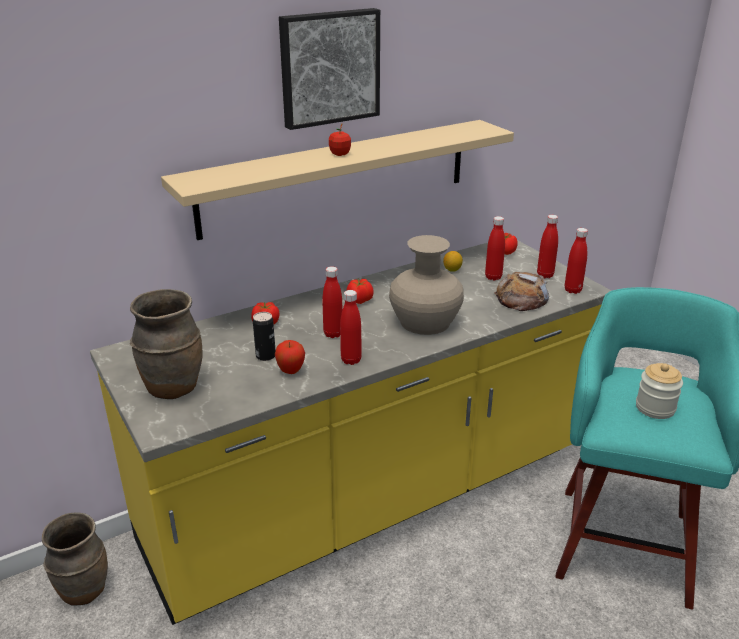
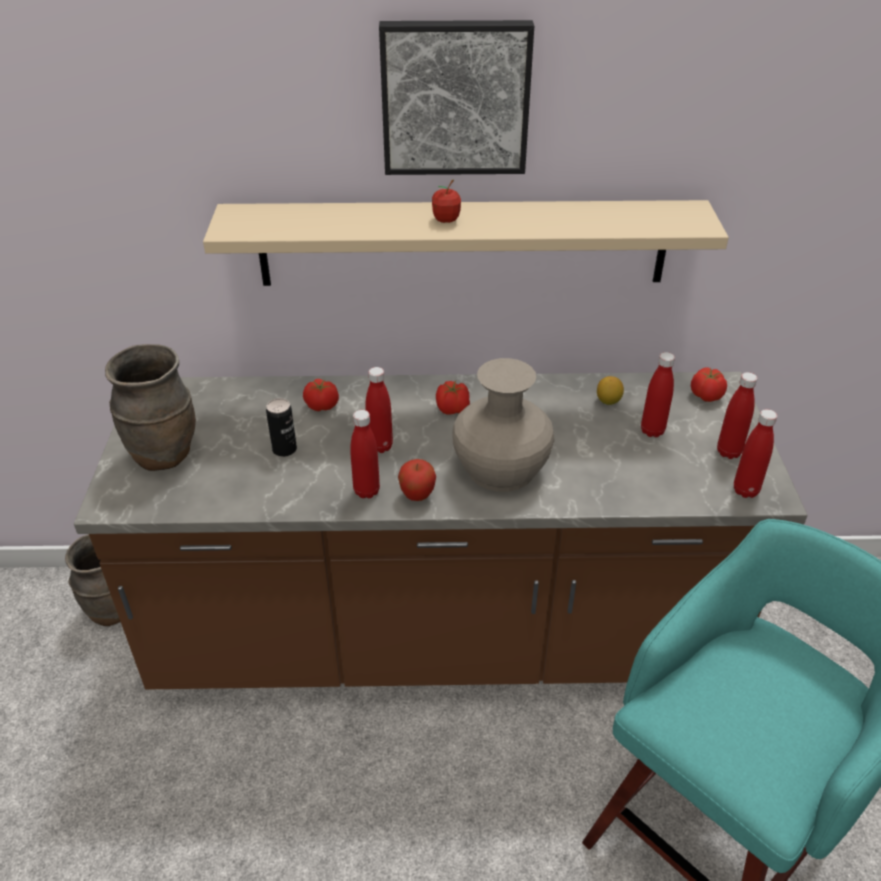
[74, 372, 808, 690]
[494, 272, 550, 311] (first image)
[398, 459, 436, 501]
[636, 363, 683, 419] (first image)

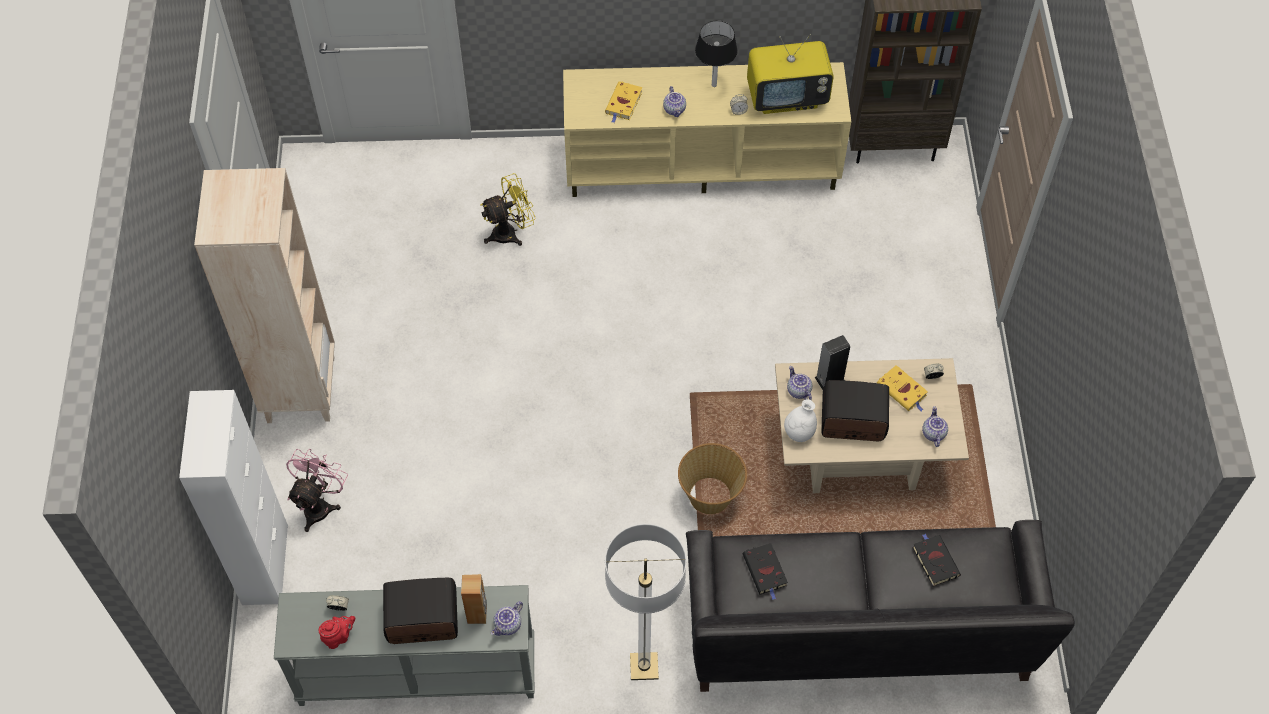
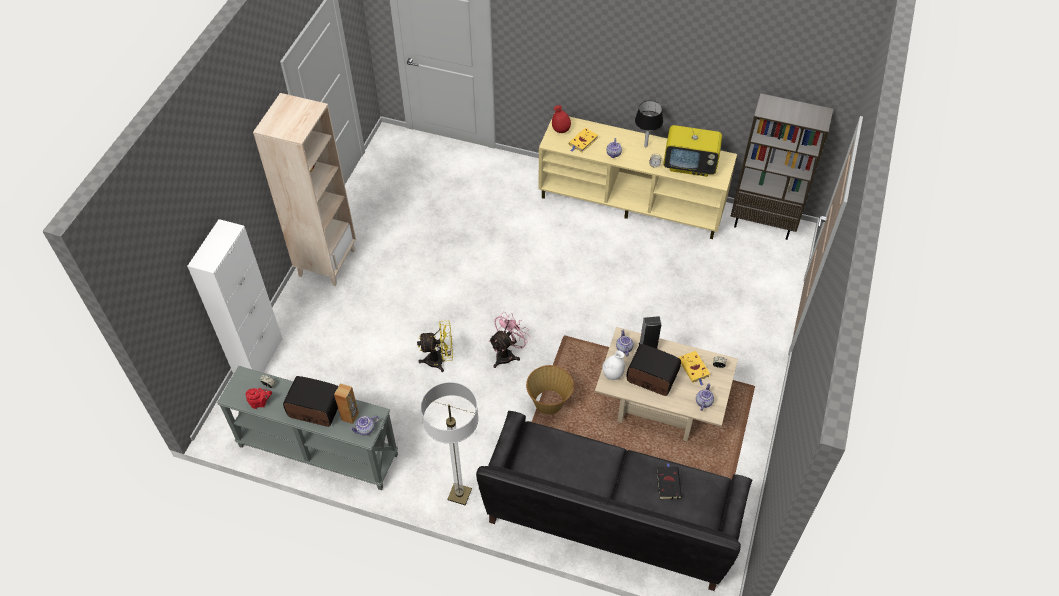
[417, 321, 453, 372]
[489, 312, 531, 368]
[743, 543, 788, 600] (first image)
[552, 105, 571, 133]

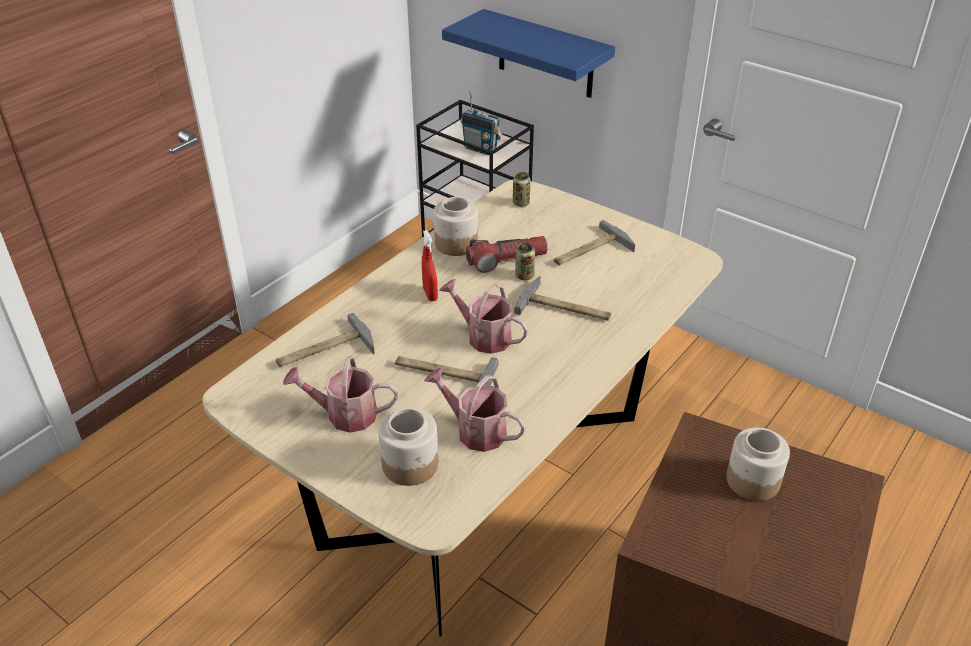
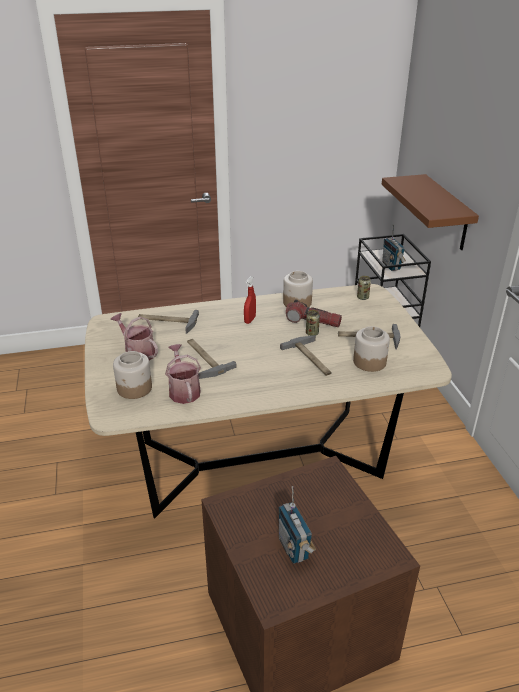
[382, 174, 479, 250]
[439, 279, 528, 354] (first image)
[353, 326, 390, 372]
[279, 486, 316, 564]

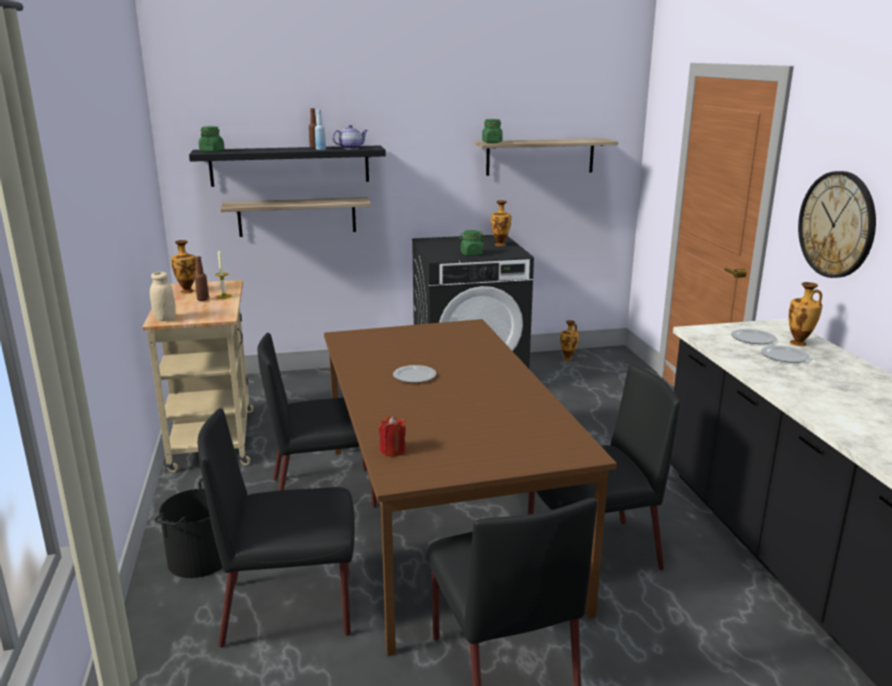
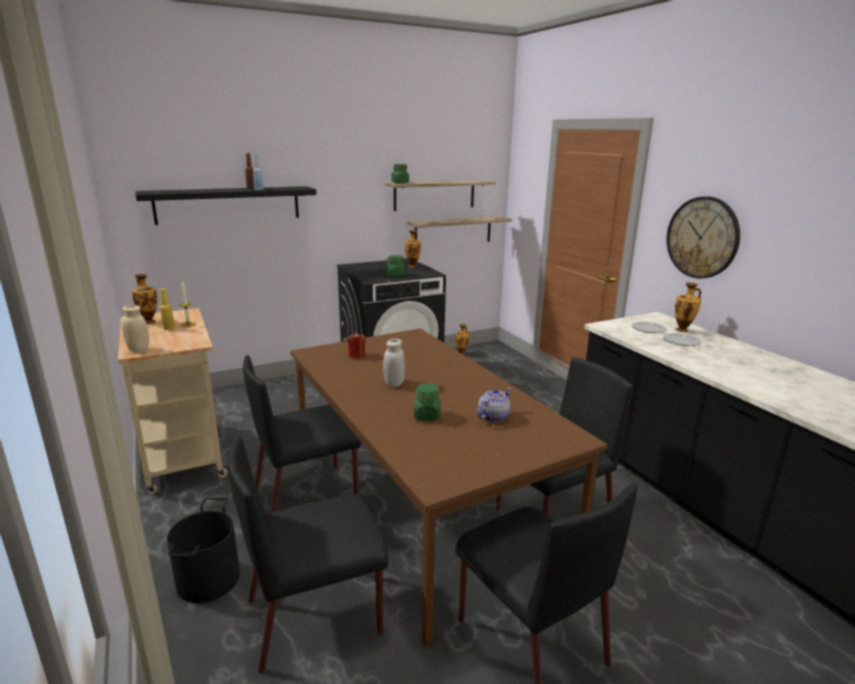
[477, 388, 511, 422]
[414, 383, 441, 421]
[406, 216, 512, 242]
[160, 288, 175, 330]
[383, 339, 405, 387]
[348, 333, 366, 359]

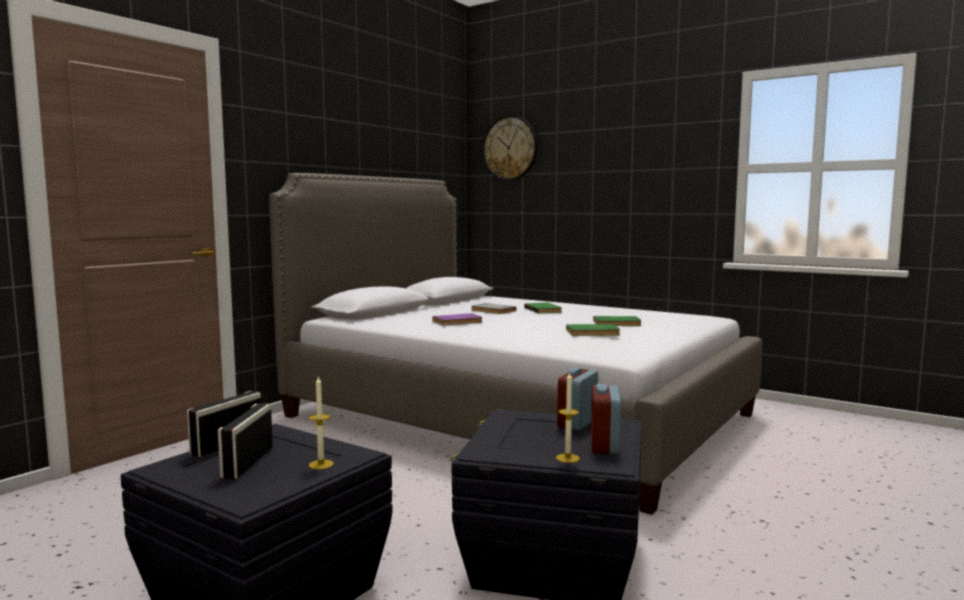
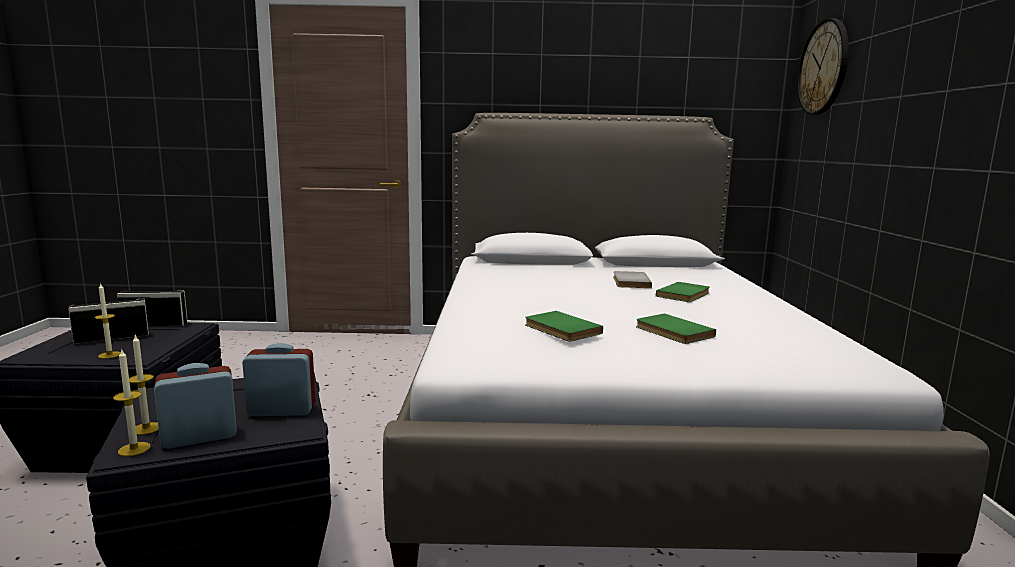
[432, 313, 482, 325] (first image)
[113, 348, 150, 456]

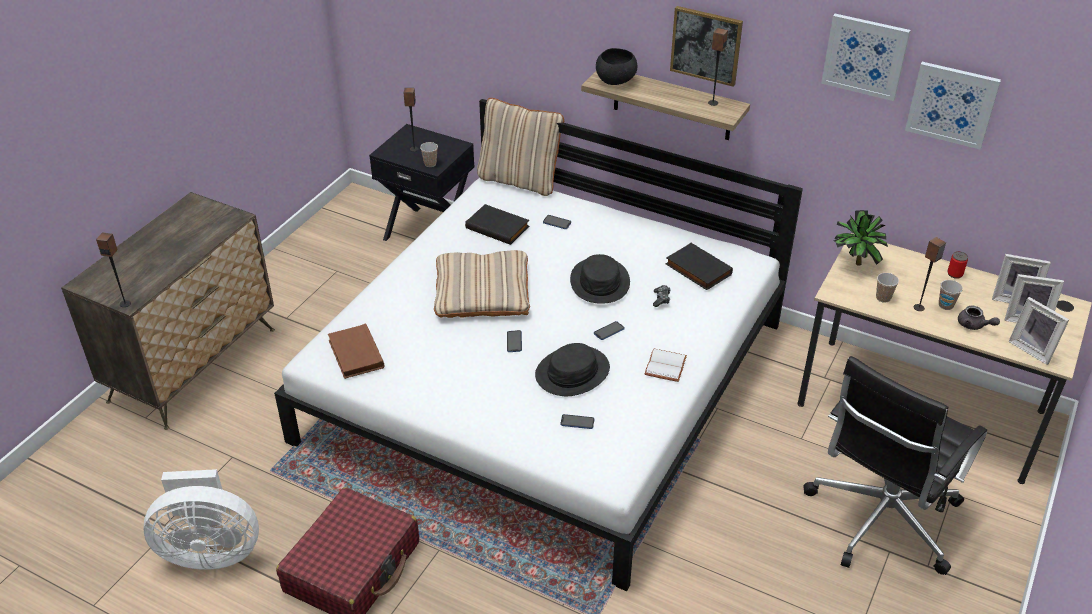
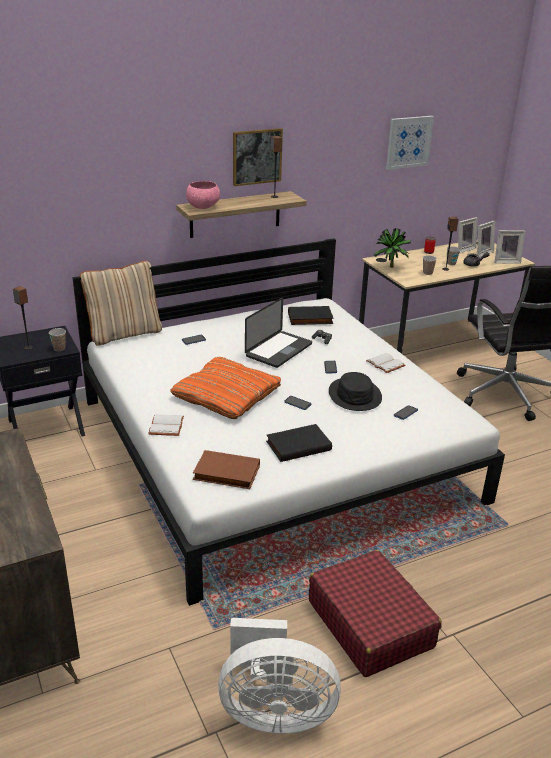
[821, 14, 911, 101] (first image)
[186, 181, 220, 209]
[266, 424, 332, 462]
[96, 232, 131, 307] (first image)
[170, 357, 281, 419]
[245, 297, 312, 368]
[218, 618, 341, 734]
[148, 414, 184, 436]

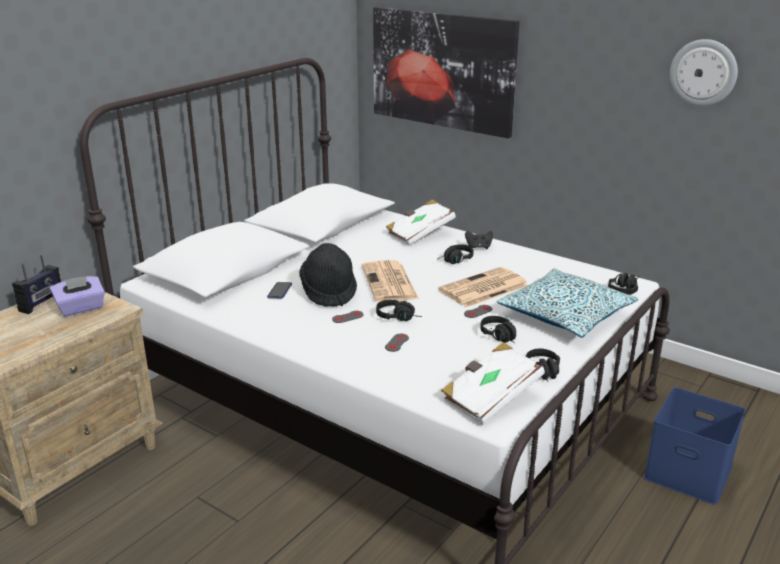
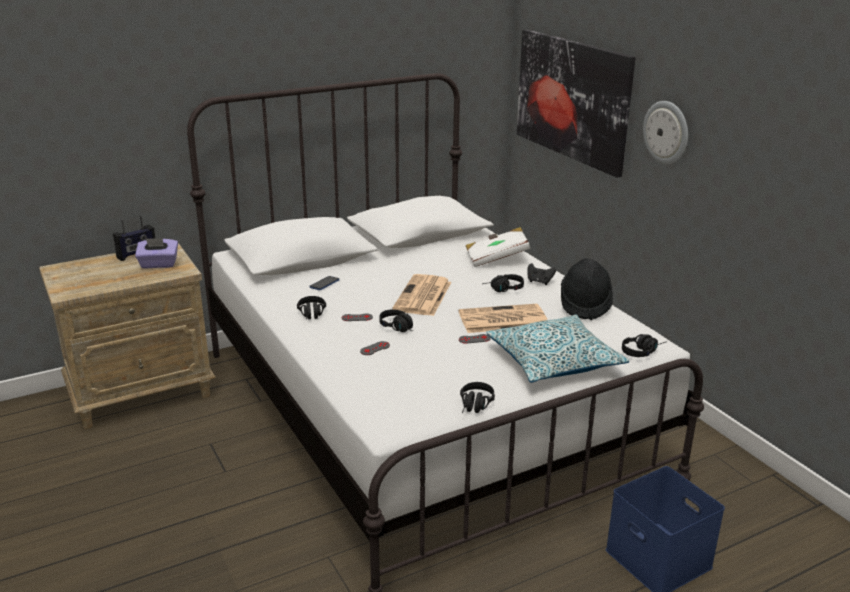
[643, 101, 688, 164]
[561, 258, 613, 320]
[297, 296, 326, 320]
[441, 342, 545, 425] (first image)

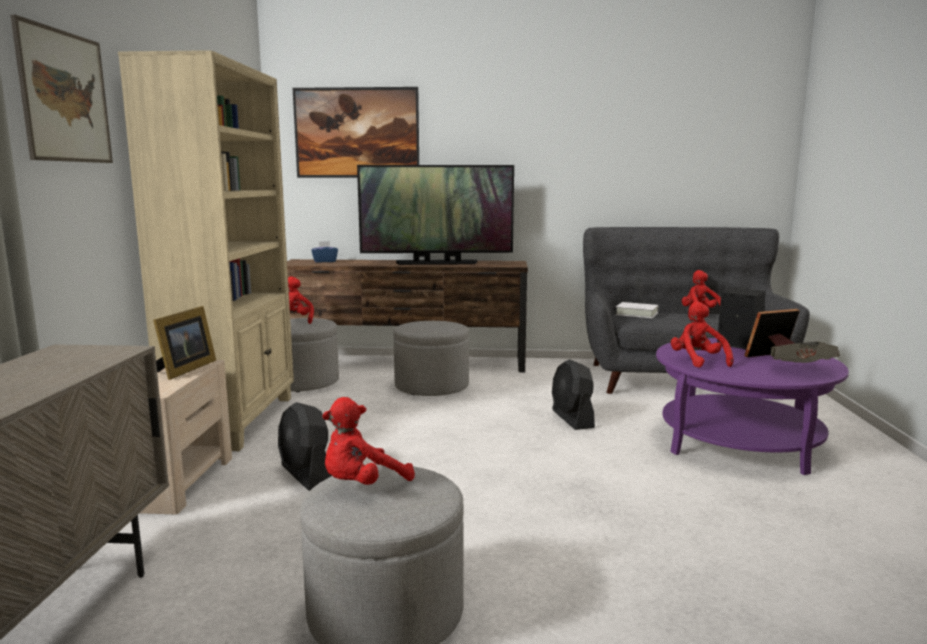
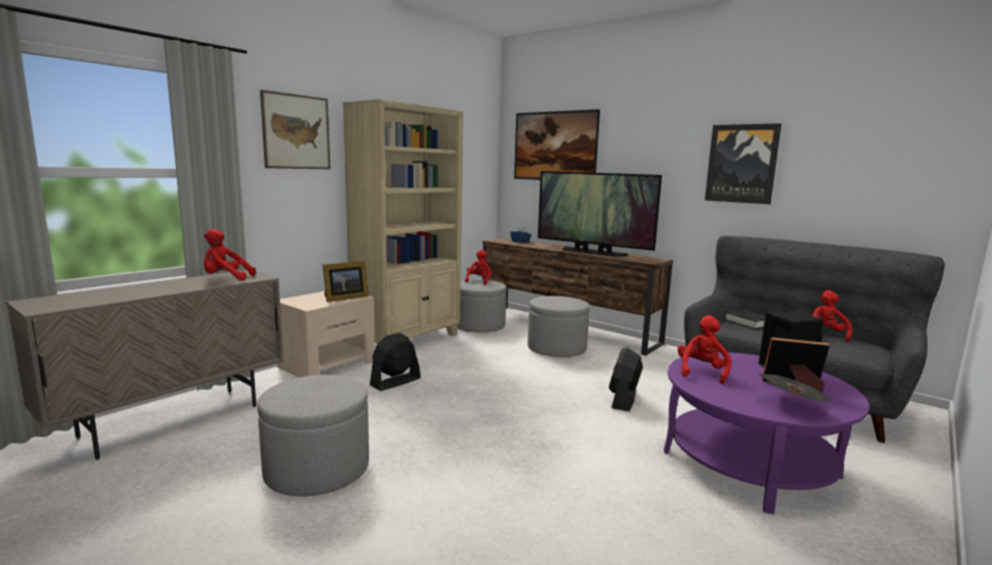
[725, 309, 765, 329]
[204, 229, 256, 281]
[370, 333, 421, 391]
[705, 123, 782, 204]

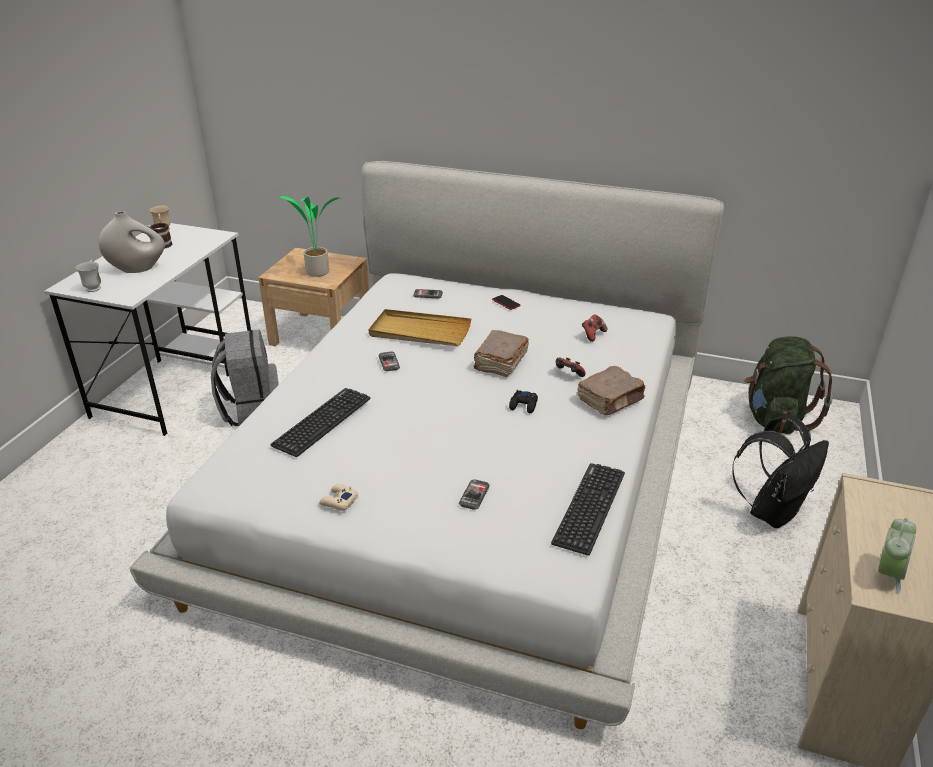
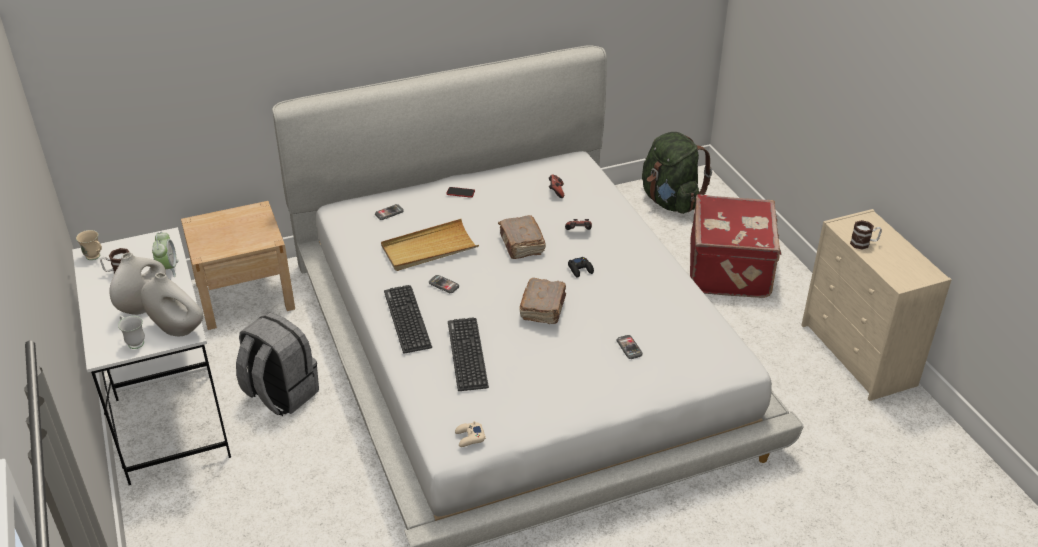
[279, 196, 340, 277] (first image)
[519, 278, 566, 324]
[690, 194, 782, 298]
[384, 285, 432, 354]
[455, 421, 486, 447]
[152, 232, 178, 277]
[850, 220, 882, 250]
[141, 273, 203, 336]

